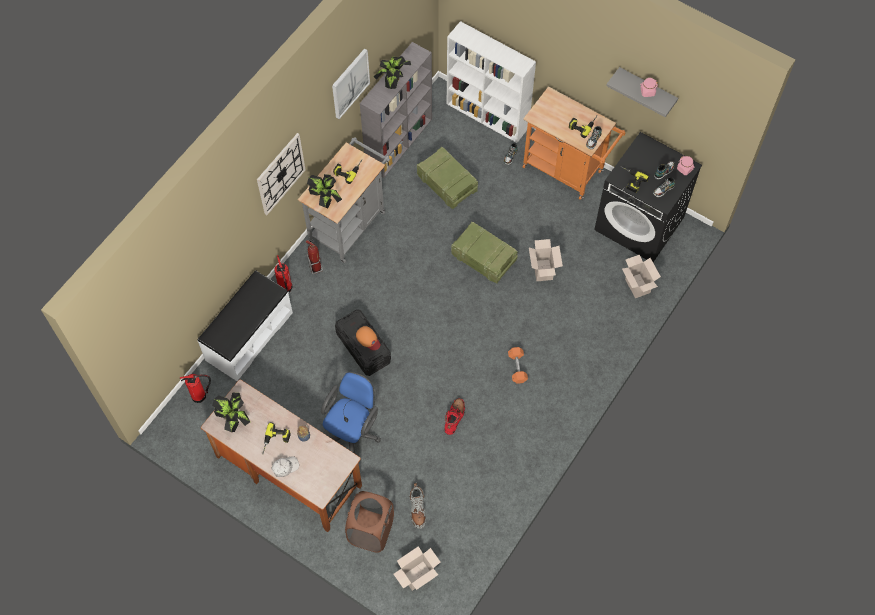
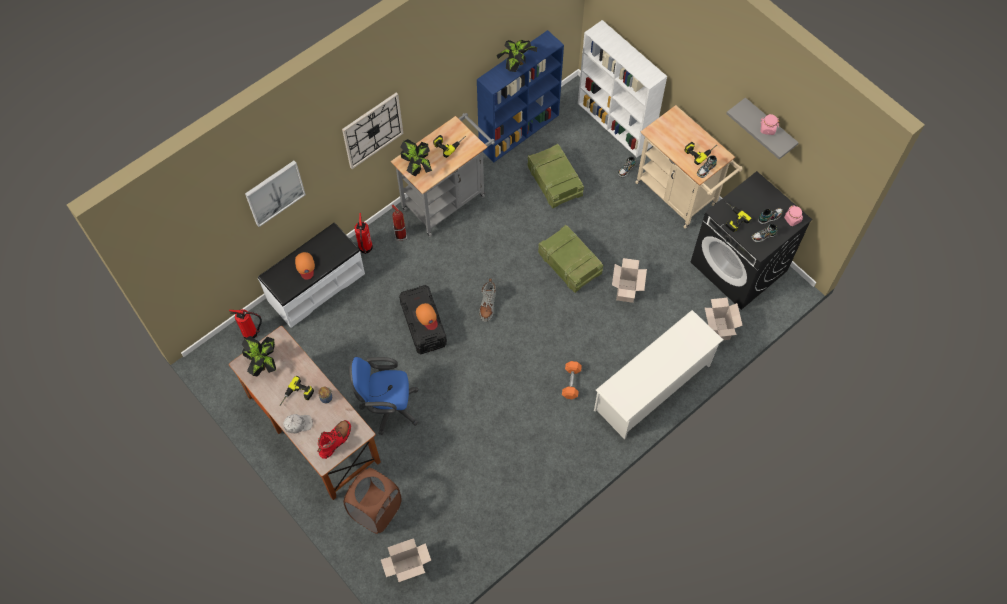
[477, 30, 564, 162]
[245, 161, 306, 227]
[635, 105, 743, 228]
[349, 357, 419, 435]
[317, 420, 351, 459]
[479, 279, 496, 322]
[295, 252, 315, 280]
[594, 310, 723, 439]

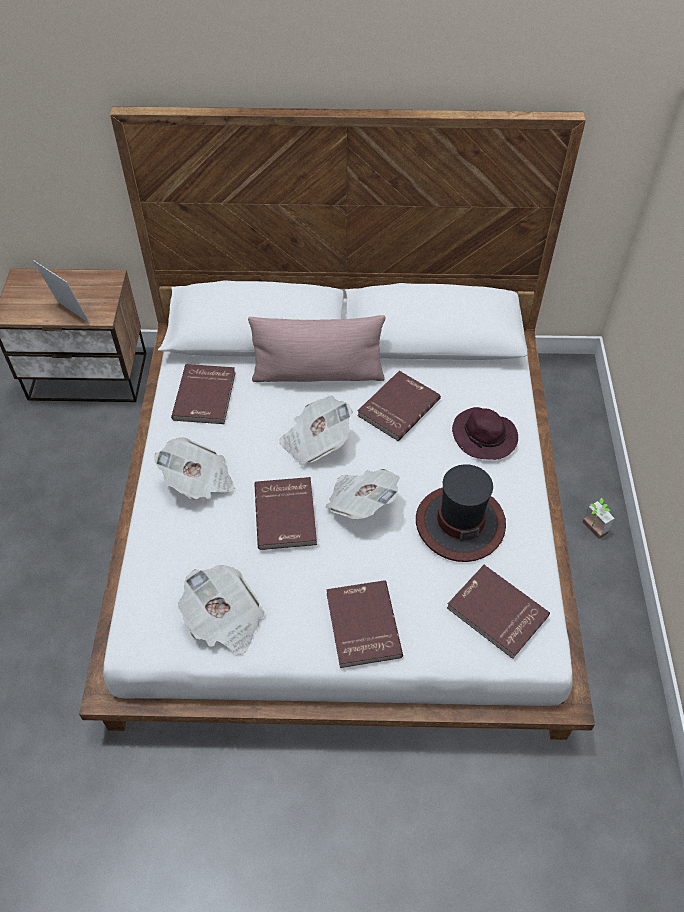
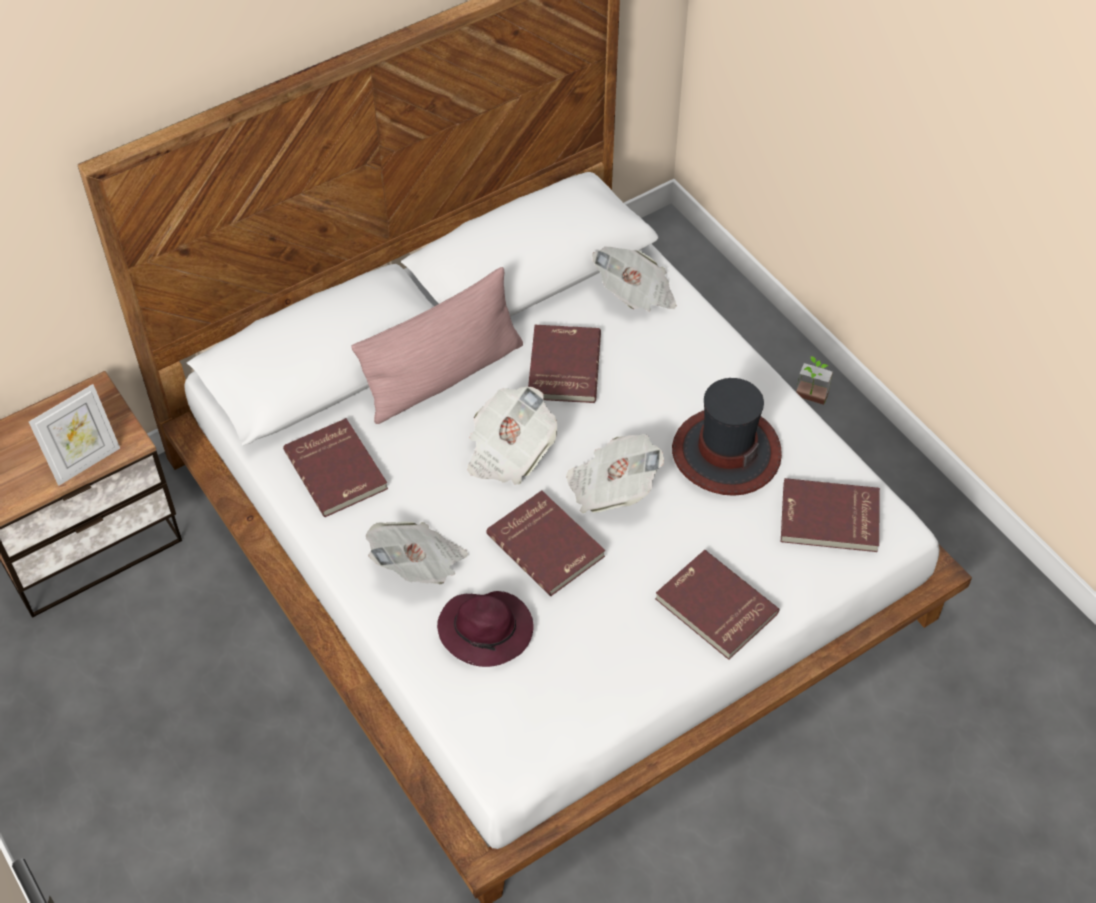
[29, 384, 120, 486]
[437, 591, 533, 667]
[592, 246, 677, 311]

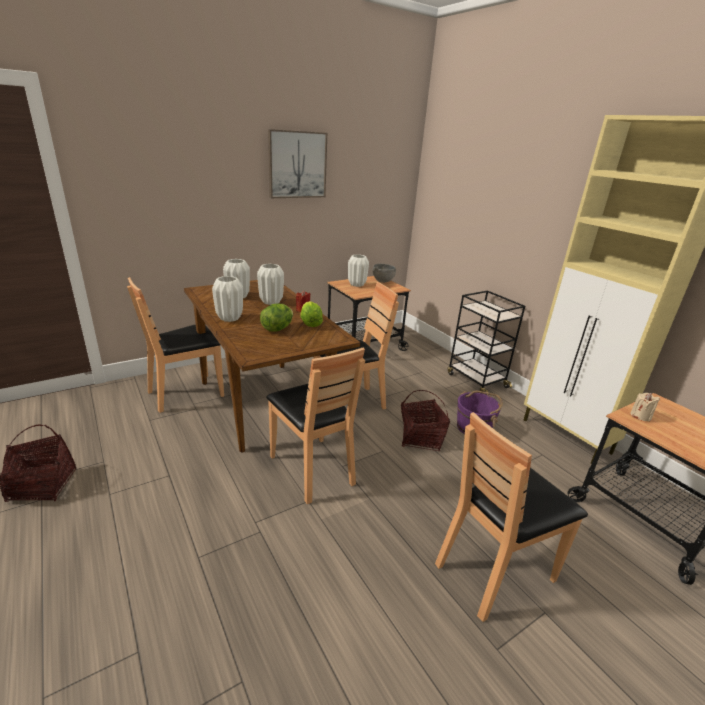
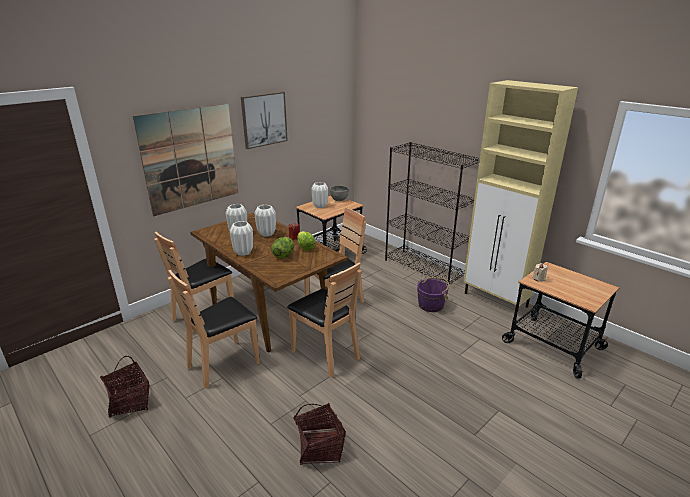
[385, 142, 480, 285]
[293, 403, 346, 465]
[168, 269, 260, 389]
[133, 103, 238, 216]

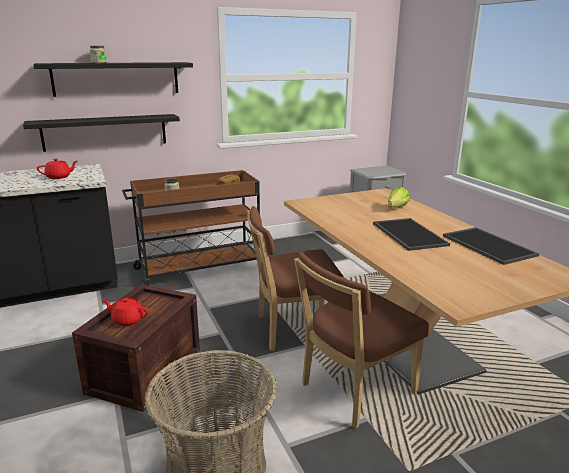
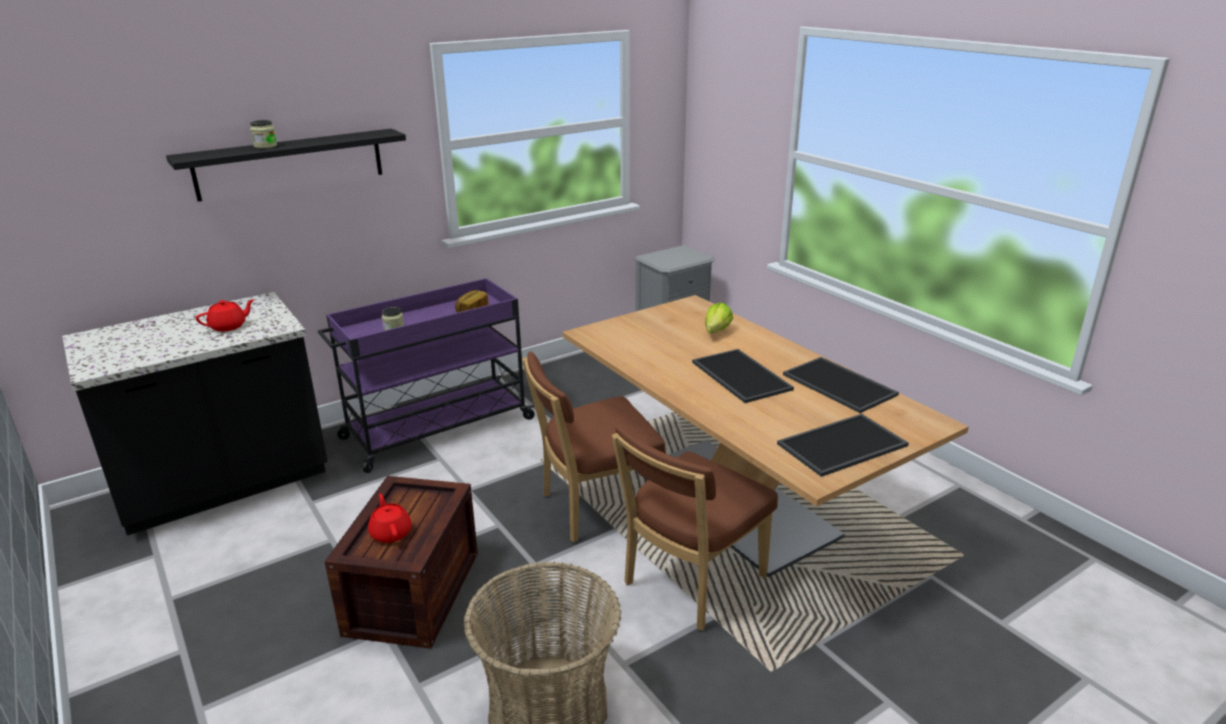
[23, 114, 180, 152] (first image)
[318, 278, 535, 473]
[368, 493, 411, 543]
[777, 414, 909, 477]

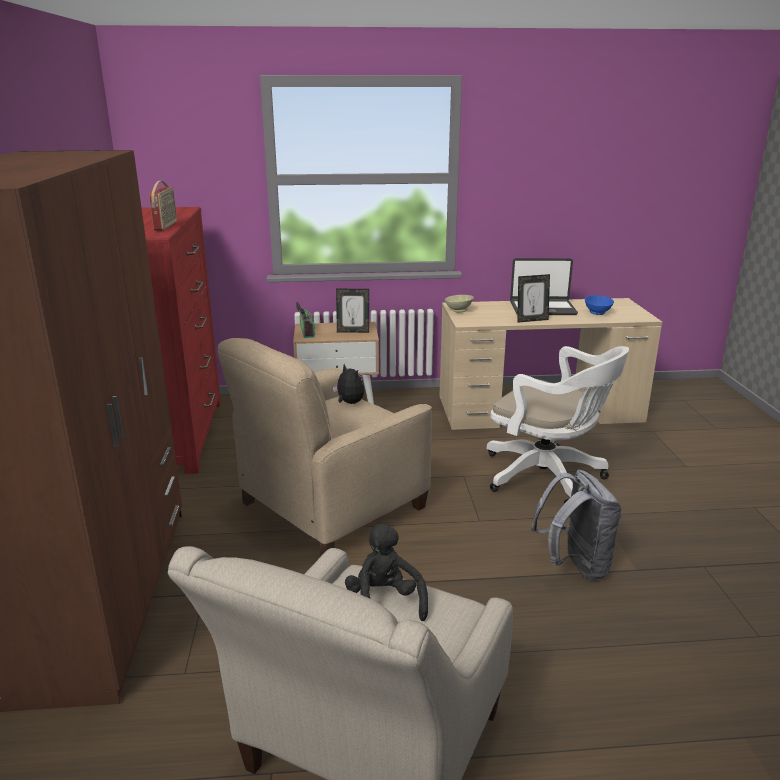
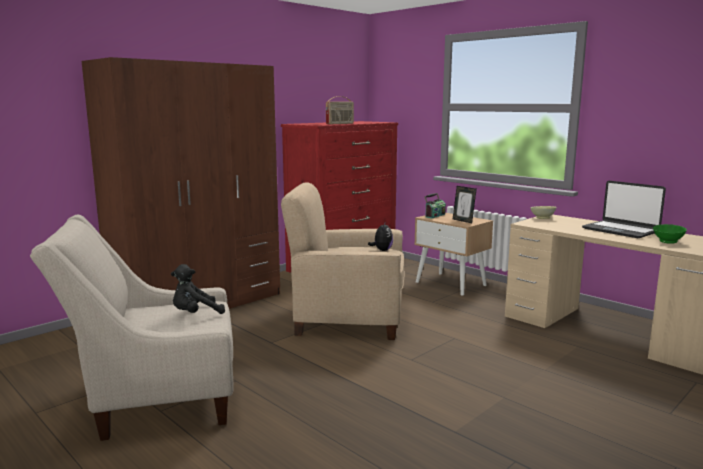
[517, 274, 550, 323] (first image)
[653, 224, 687, 244]
[487, 346, 629, 504] (first image)
[531, 470, 621, 580] (first image)
[171, 264, 225, 314]

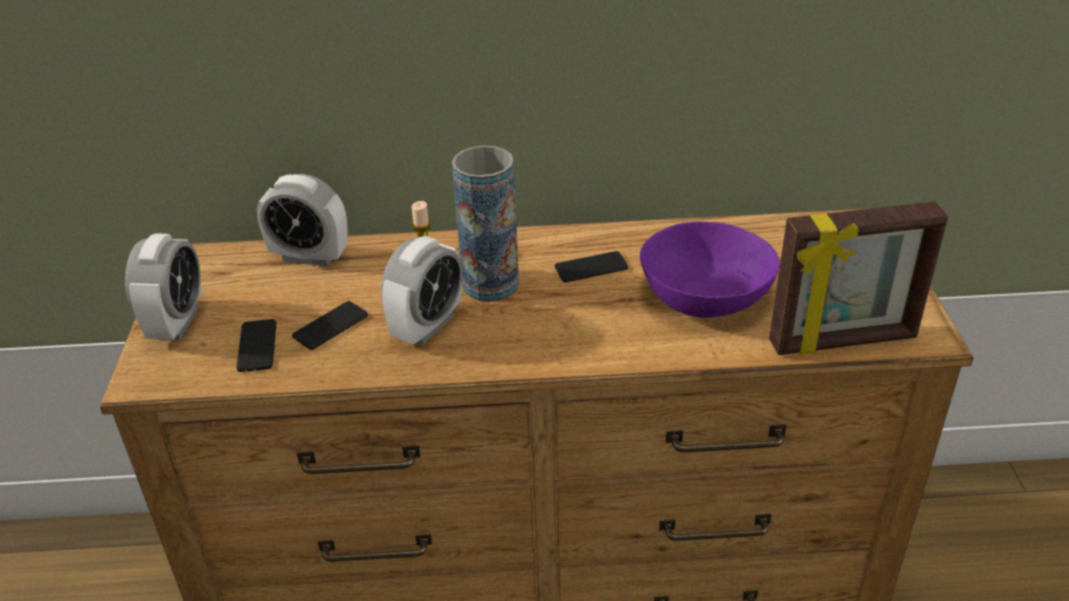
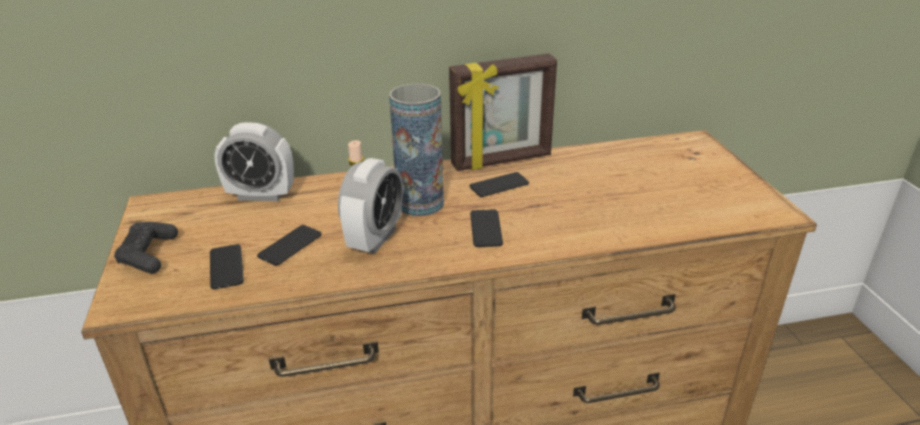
[449, 53, 557, 171]
[640, 222, 780, 318] (first image)
[114, 222, 178, 273]
[470, 210, 503, 247]

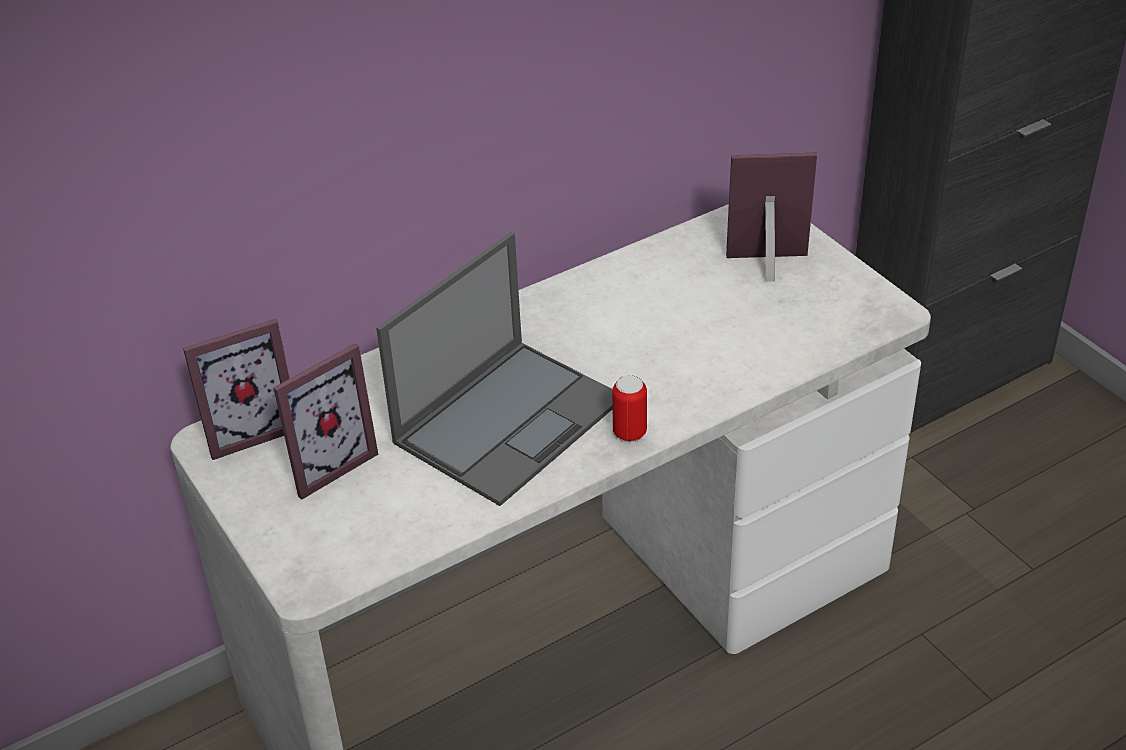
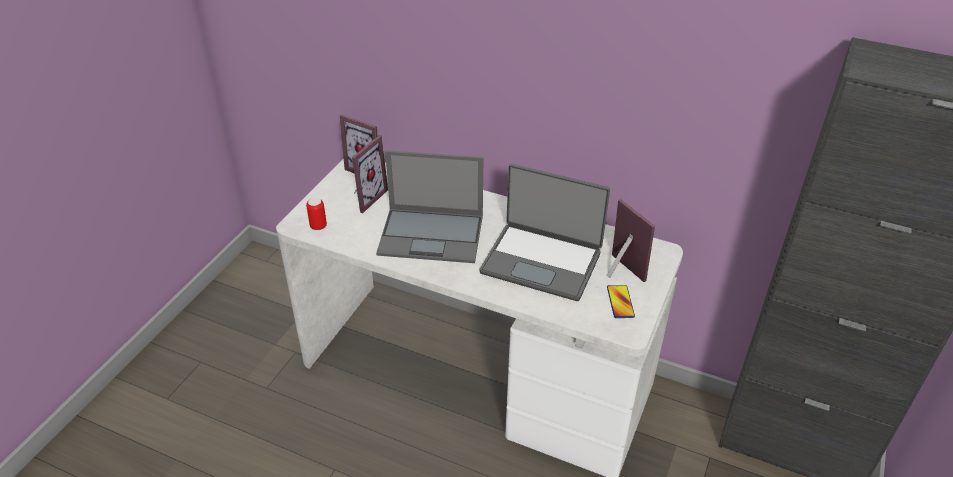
[352, 135, 388, 213]
[306, 197, 327, 230]
[480, 164, 610, 301]
[607, 285, 635, 318]

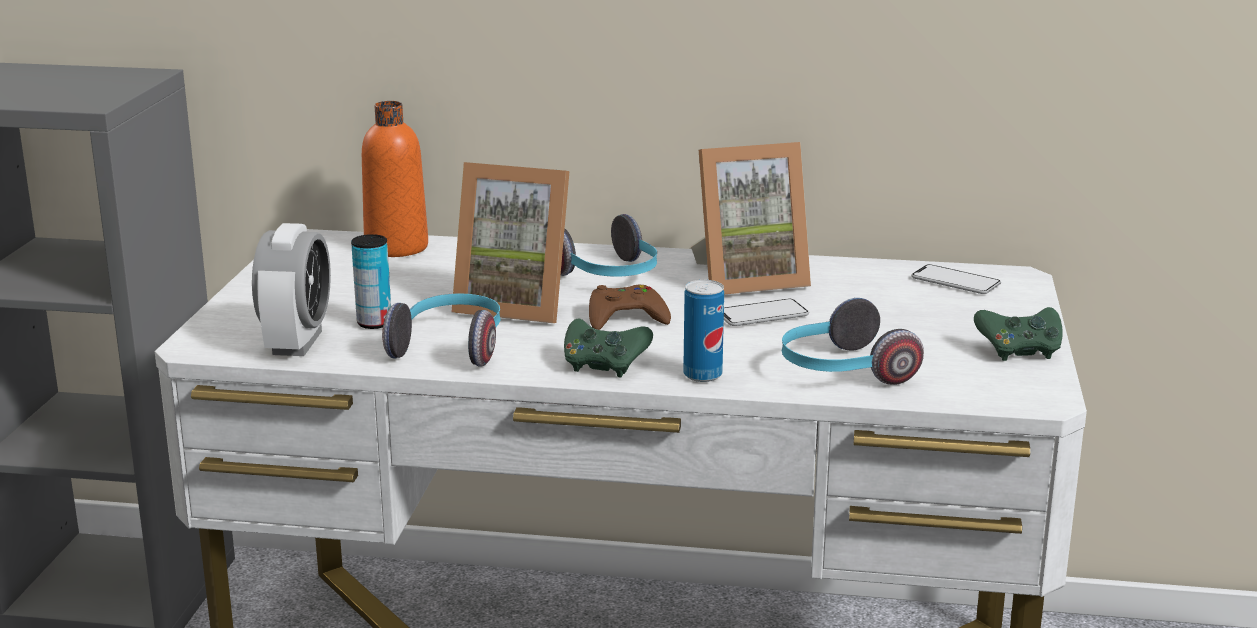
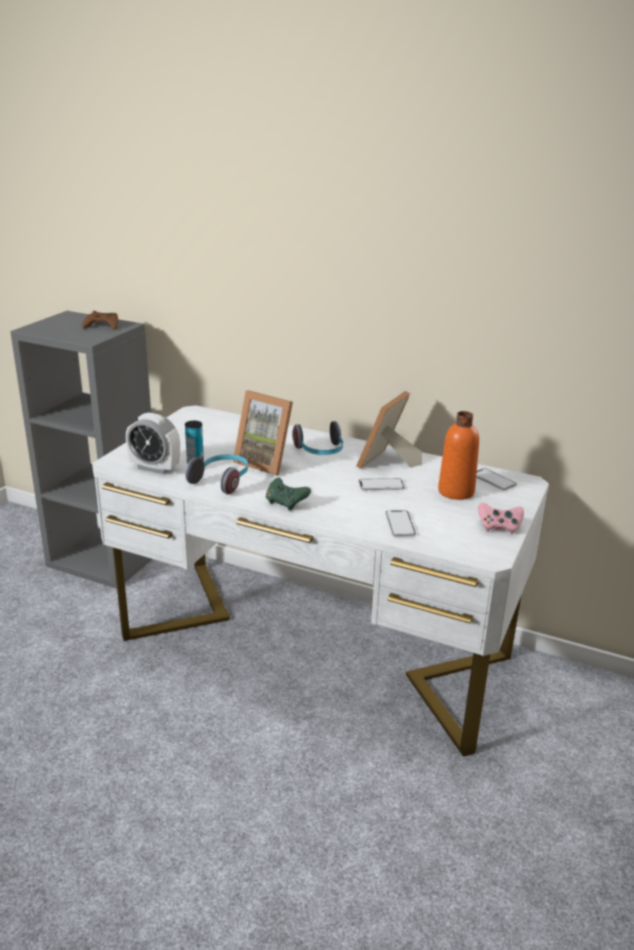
[438, 411, 479, 500]
[356, 391, 422, 469]
[126, 413, 180, 474]
[683, 280, 724, 382] (first image)
[82, 311, 118, 330]
[385, 510, 416, 536]
[478, 503, 524, 534]

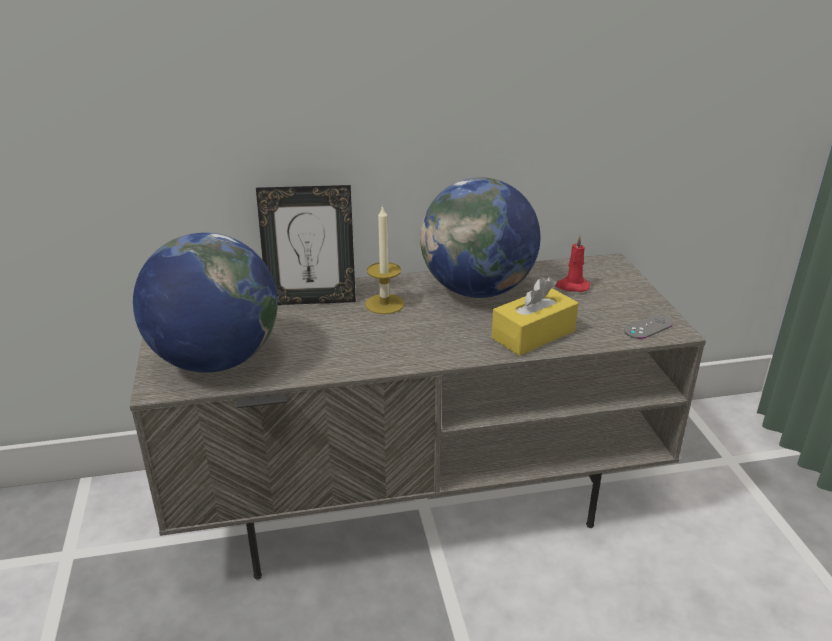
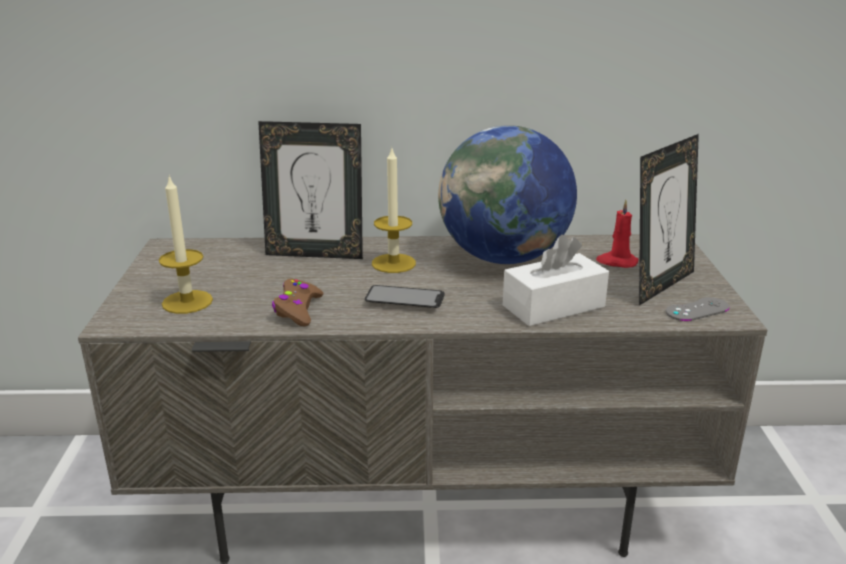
[159, 175, 213, 314]
[503, 235, 609, 326]
[639, 134, 699, 306]
[272, 279, 324, 326]
[365, 285, 445, 308]

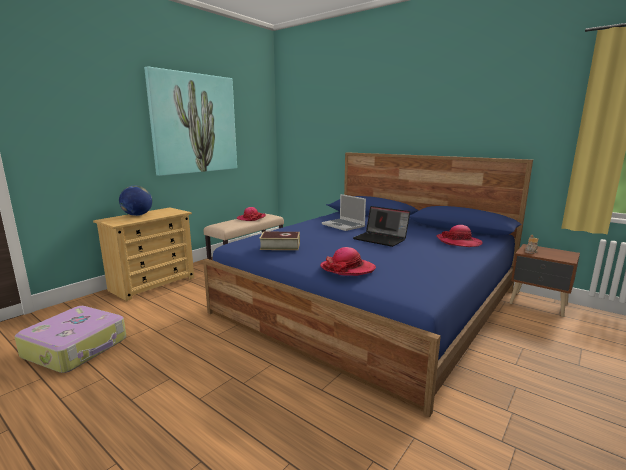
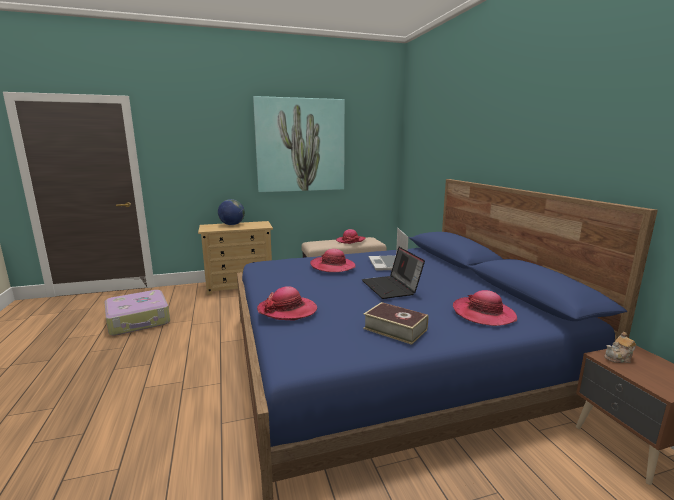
[363, 302, 428, 345]
[310, 249, 355, 272]

